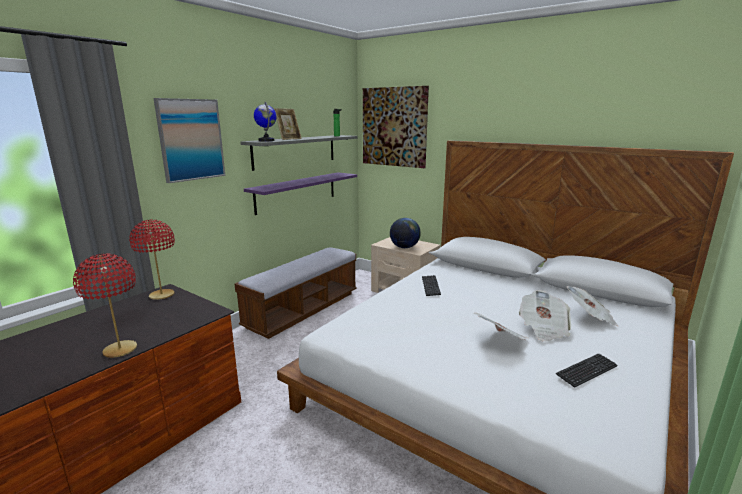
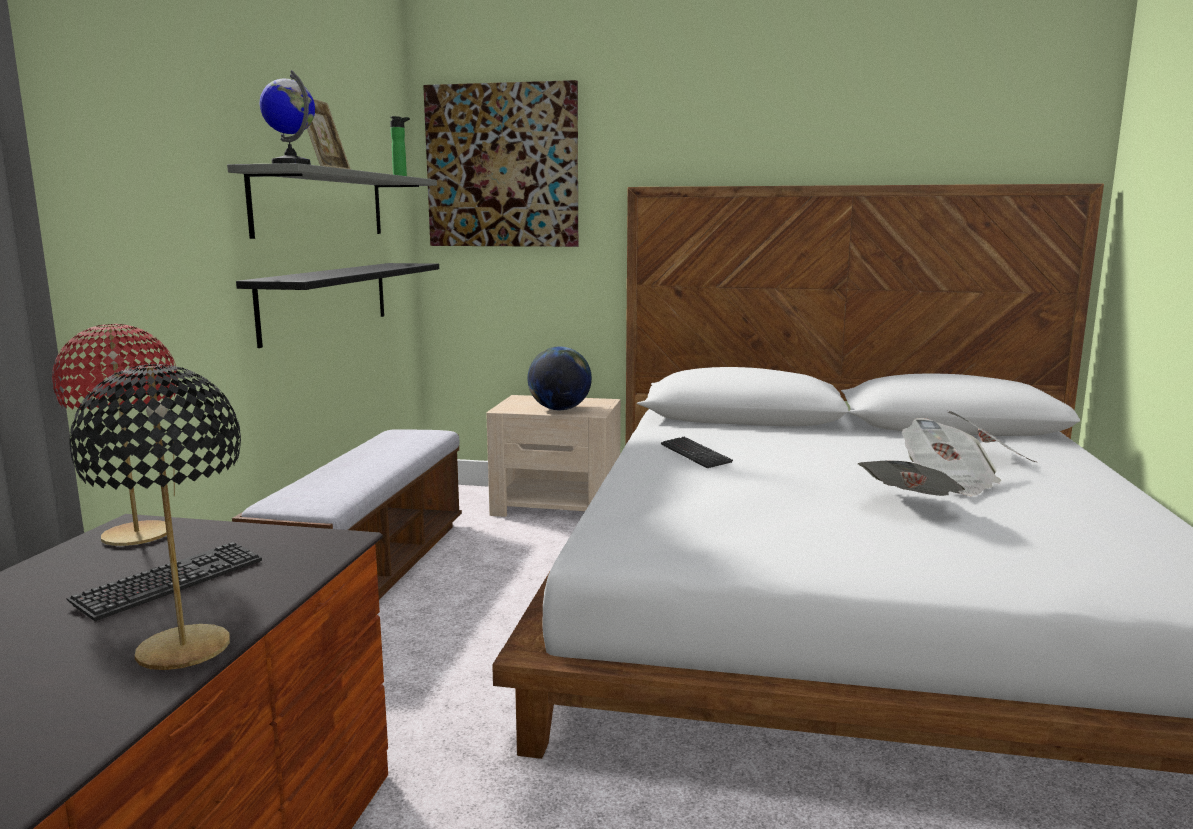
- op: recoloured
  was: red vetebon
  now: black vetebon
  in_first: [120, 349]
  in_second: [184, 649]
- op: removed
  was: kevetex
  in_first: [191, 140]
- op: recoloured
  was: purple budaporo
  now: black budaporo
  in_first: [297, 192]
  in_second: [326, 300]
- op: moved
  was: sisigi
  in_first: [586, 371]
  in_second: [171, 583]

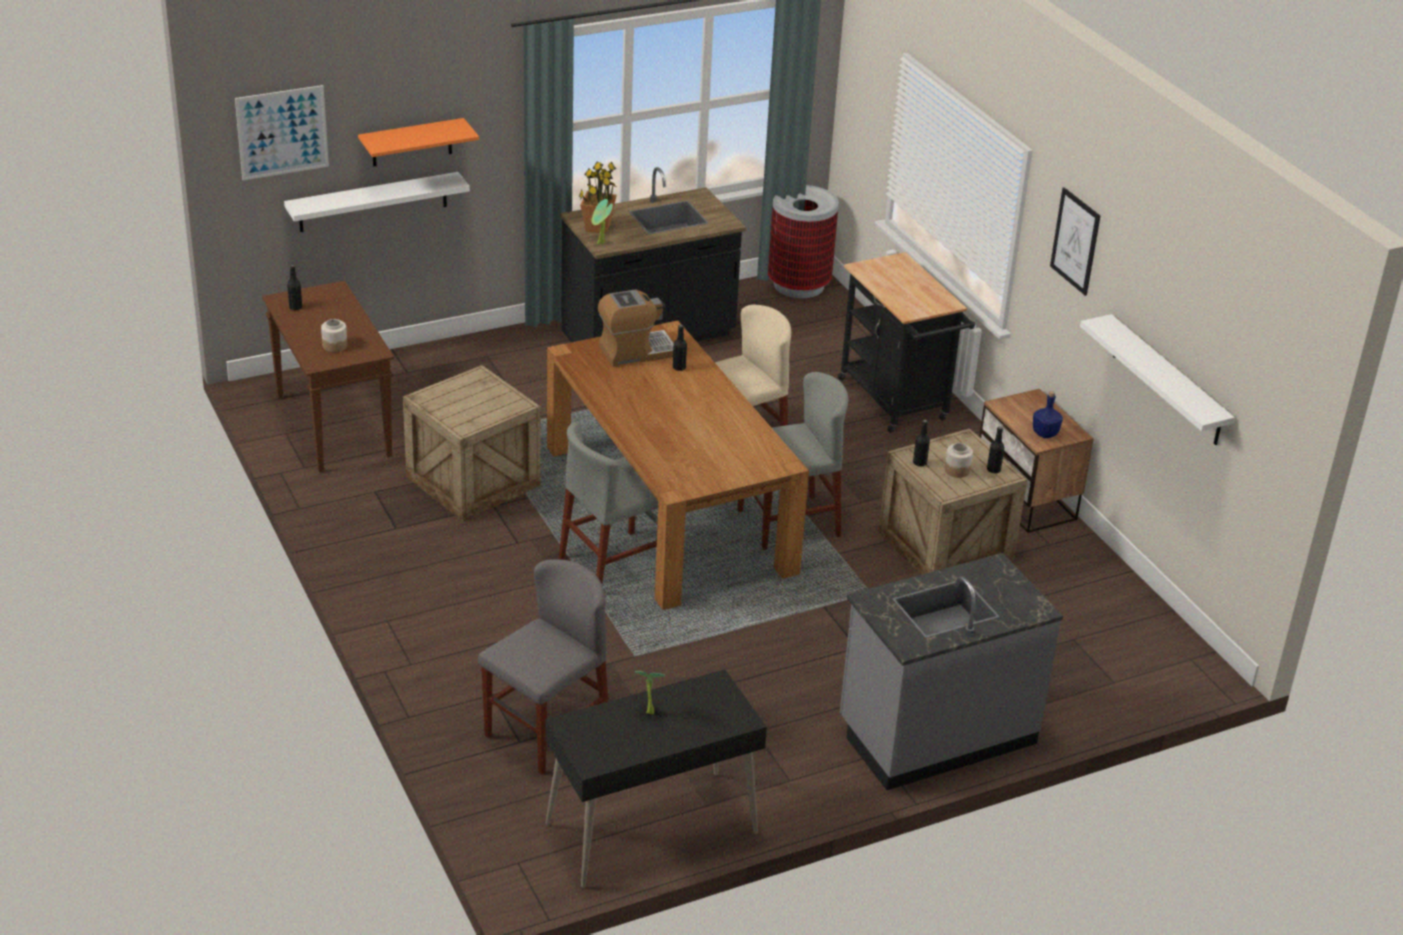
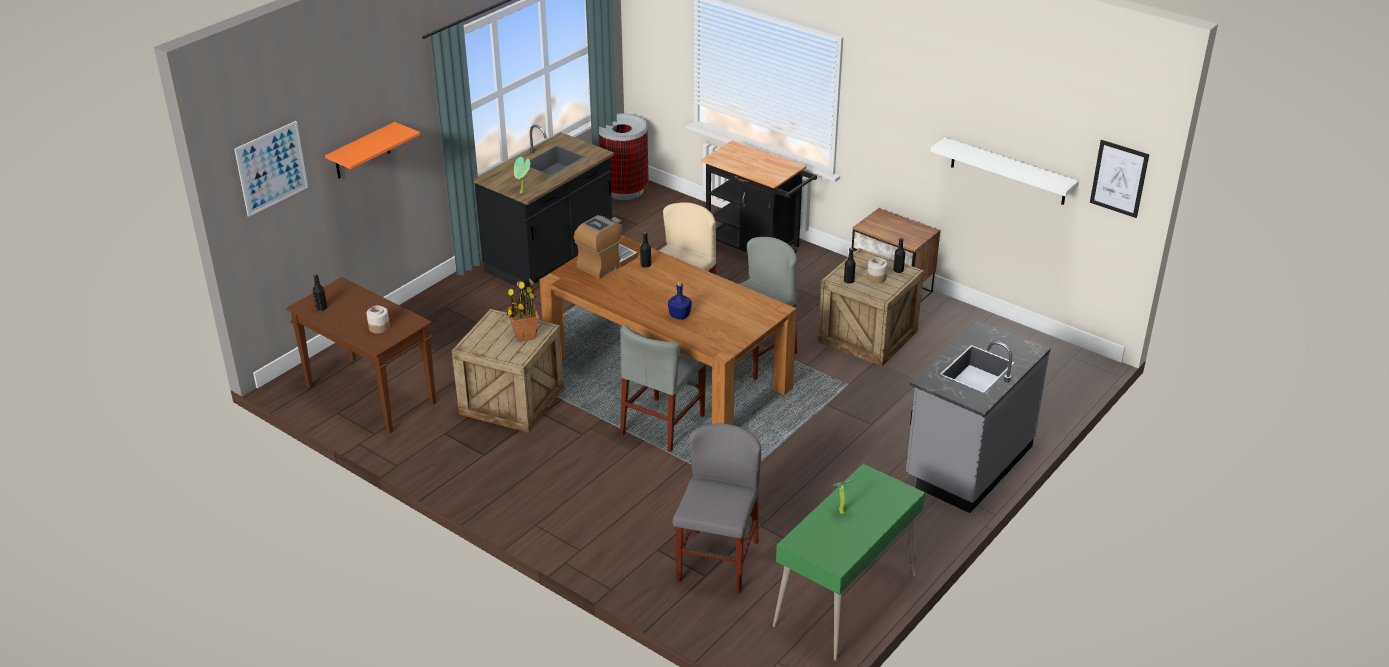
- op: removed
  was: white budaporo
  in_first: [373, 202]
- op: recoloured
  was: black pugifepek
  now: green pugifepek
  in_first: [652, 829]
  in_second: [846, 601]
- op: moved
  was: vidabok
  in_first: [597, 227]
  in_second: [524, 335]
- op: moved
  was: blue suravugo
  in_first: [1044, 433]
  in_second: [679, 315]
- op: moved
  was: kevetex
  in_first: [1075, 241]
  in_second: [1119, 178]

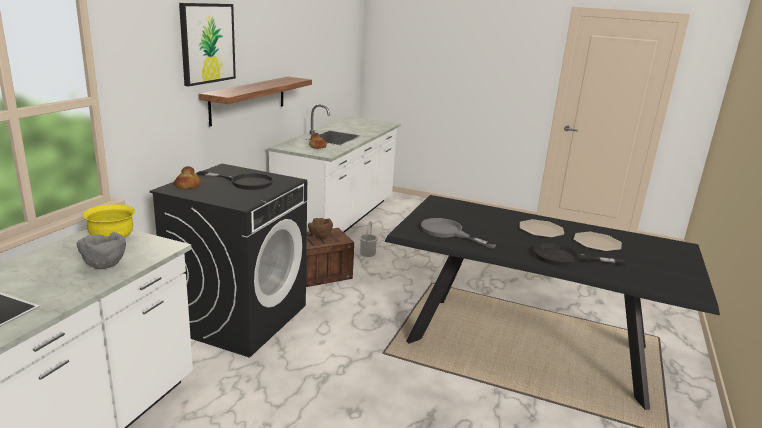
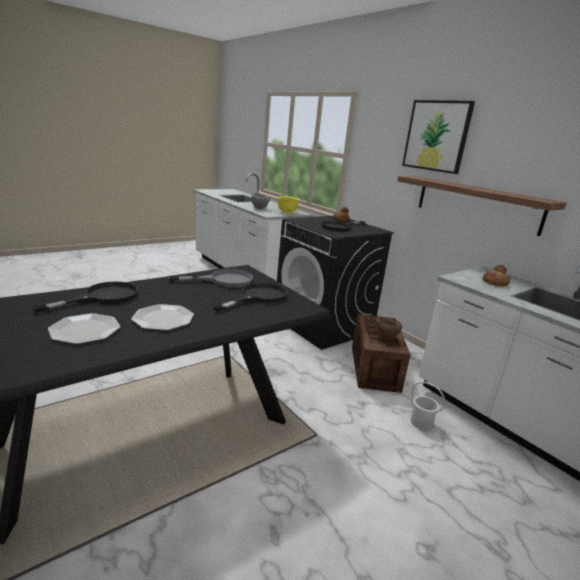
- op: added
  now: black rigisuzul
  in_second: [258, 297]

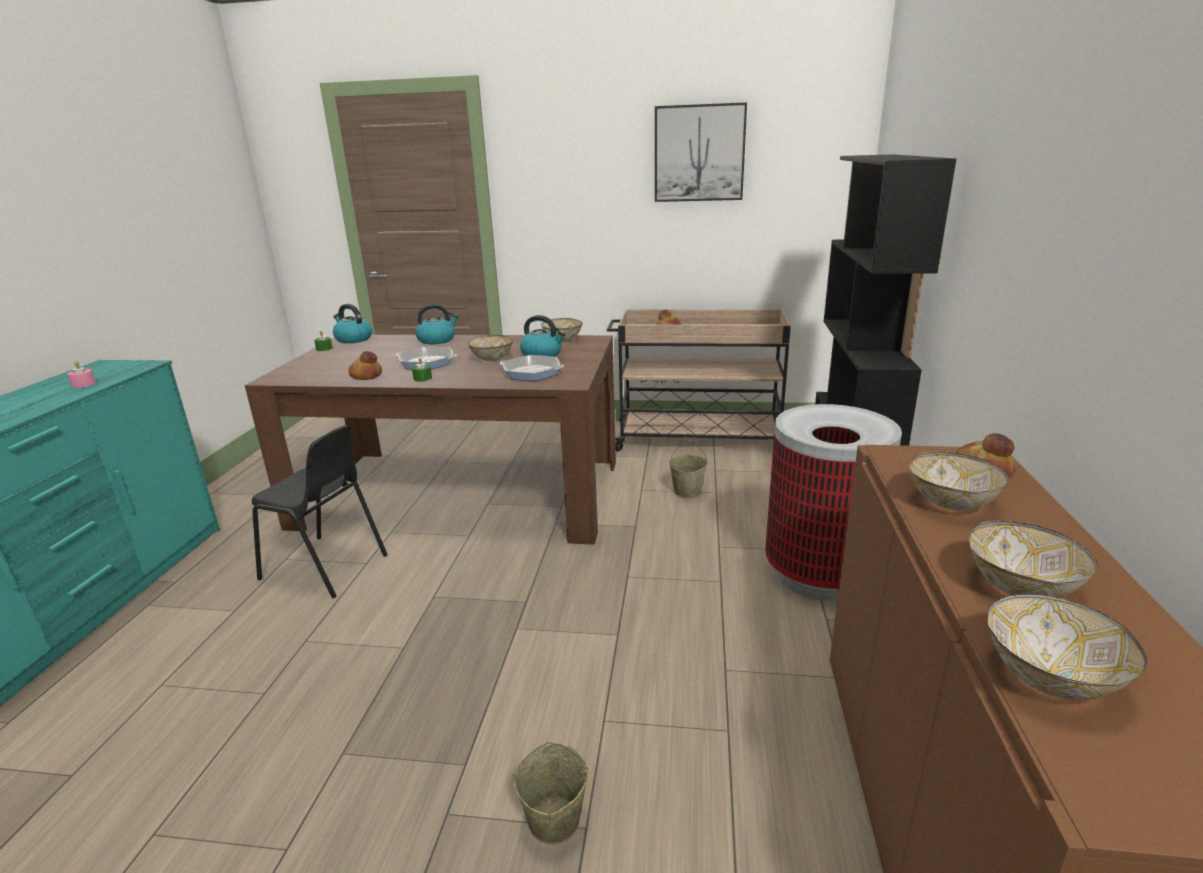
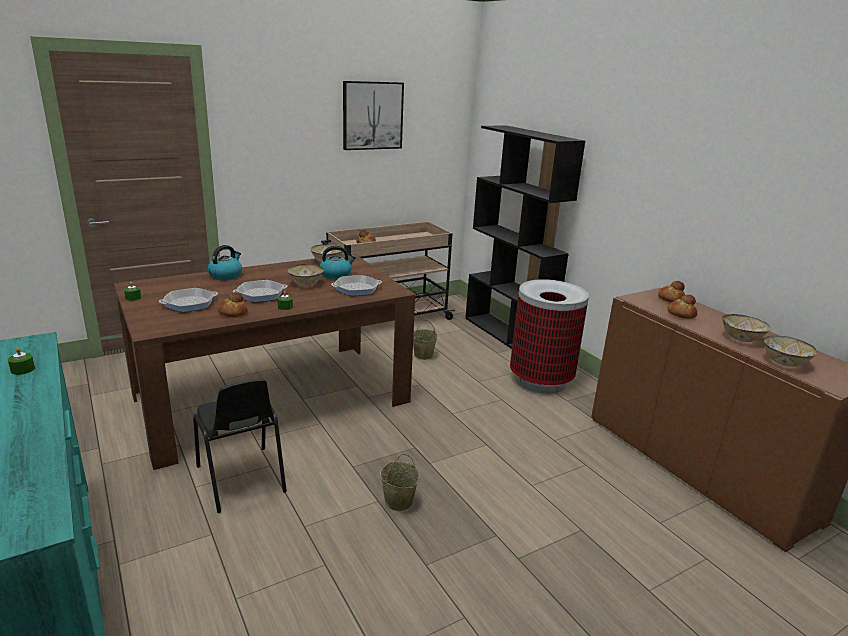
- op: recoloured
  was: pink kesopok
  now: green kesopok
  in_first: [83, 384]
  in_second: [23, 369]
- op: turned
  was: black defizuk
  in_first: [325, 567]
  in_second: [241, 480]
  clockwise: 75
- op: removed
  was: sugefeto
  in_first: [353, 339]
- op: moved
  was: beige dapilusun
  in_first: [554, 821]
  in_second: [399, 502]
- op: replaced
  was: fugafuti
  now: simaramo
  in_first: [951, 502]
  in_second: [681, 314]
- op: added
  now: rigisuzul
  in_second: [189, 304]

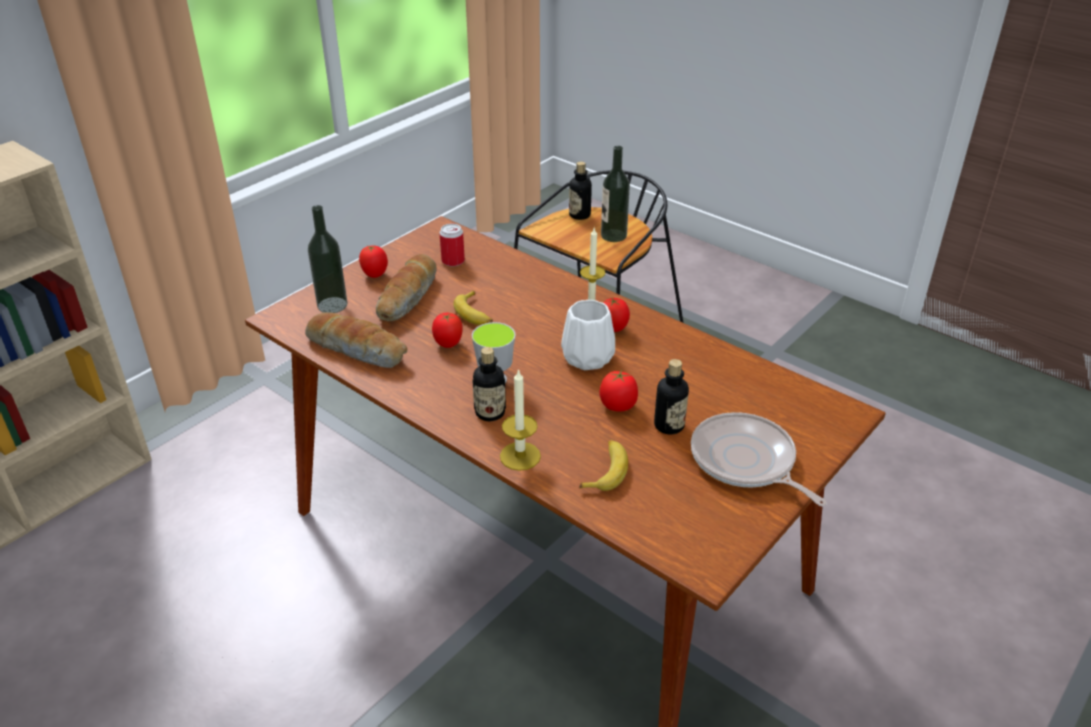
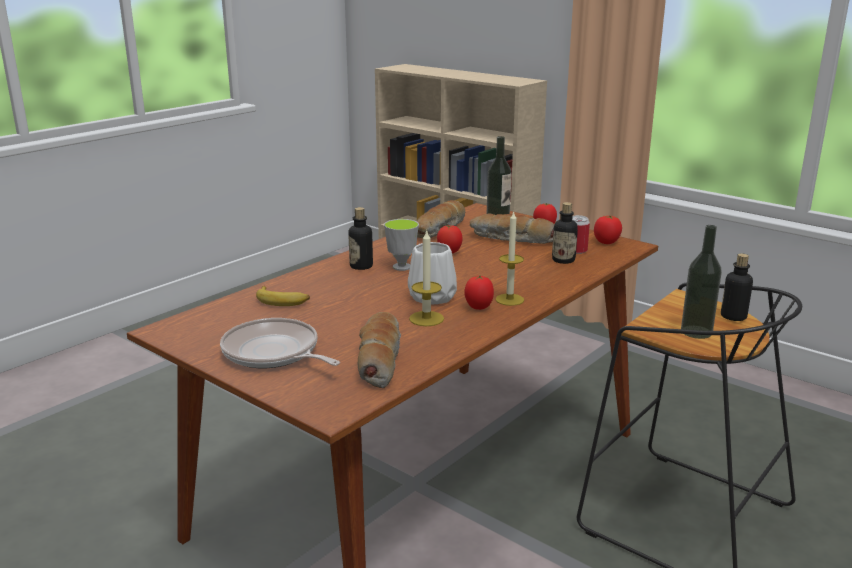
- op: removed
  was: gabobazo
  in_first: [475, 314]
- op: moved
  was: kesopok
  in_first: [520, 456]
  in_second: [426, 318]
- op: moved
  was: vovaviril
  in_first: [618, 405]
  in_second: [606, 242]
- op: moved
  was: suravugo
  in_first: [669, 425]
  in_second: [563, 260]
- op: turned
  was: rigisuzul
  in_first: [746, 462]
  in_second: [274, 353]
  clockwise: -105
- op: added
  now: simaramo
  in_second: [379, 359]

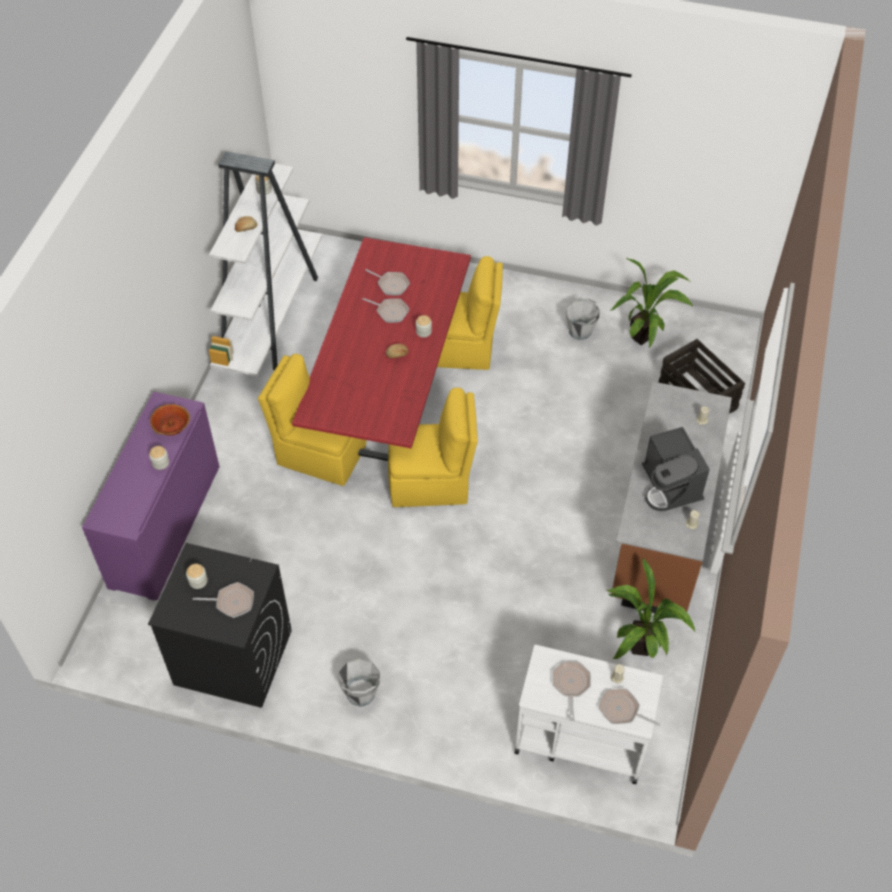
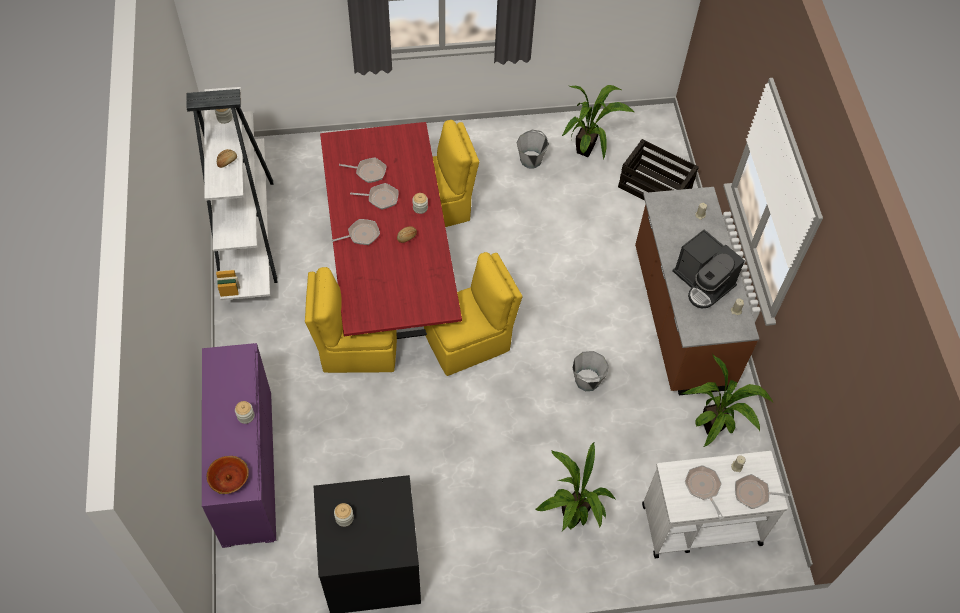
- op: moved
  was: fugafuti
  in_first: [171, 426]
  in_second: [229, 479]
- op: moved
  was: rigisuzul
  in_first: [232, 602]
  in_second: [361, 235]
- op: moved
  was: grey dapilusun
  in_first: [360, 693]
  in_second: [587, 380]
- op: added
  now: vidabok
  in_second: [571, 519]

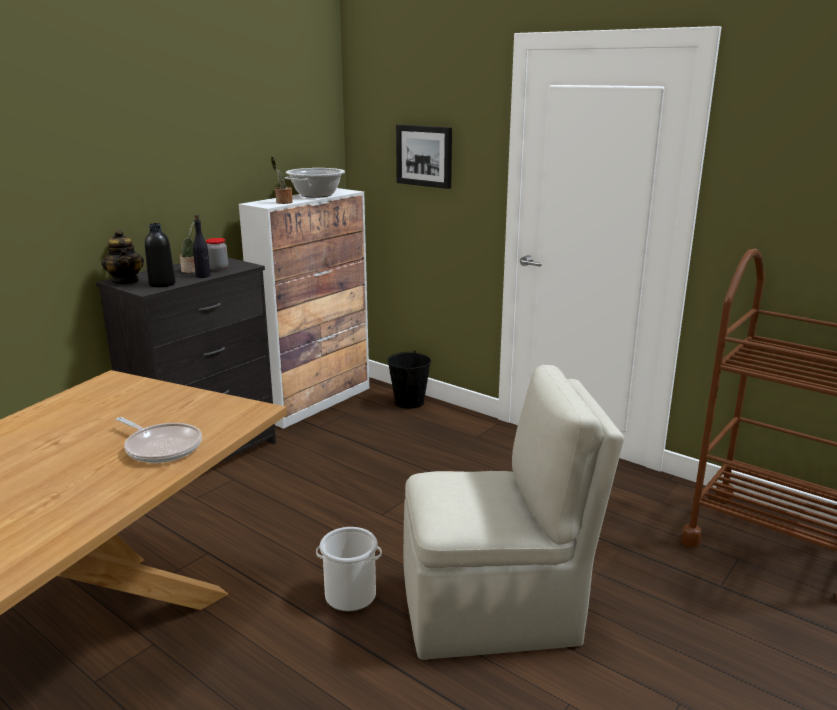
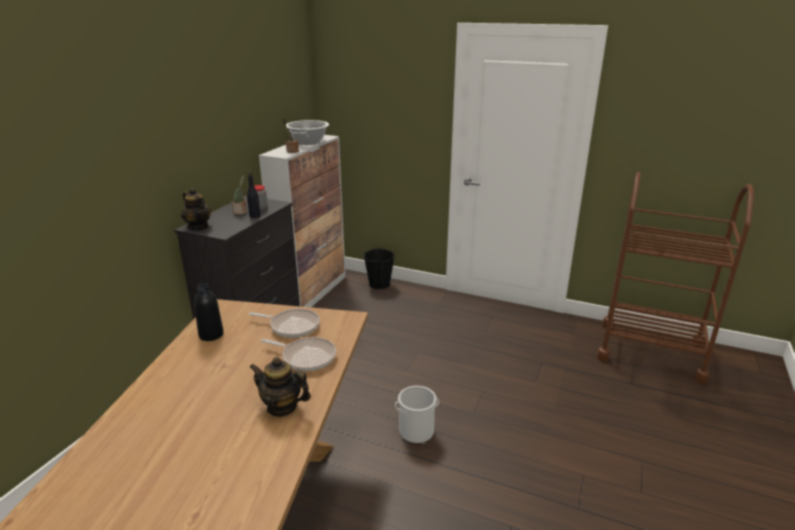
- op: moved
  was: black suravugo
  in_first: [162, 284]
  in_second: [211, 335]
- op: removed
  was: kevetex
  in_first: [424, 156]
- op: removed
  was: beige defizuk
  in_first: [494, 610]
- op: added
  now: rigisuzul
  in_second: [292, 326]
- op: added
  now: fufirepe
  in_second: [282, 407]

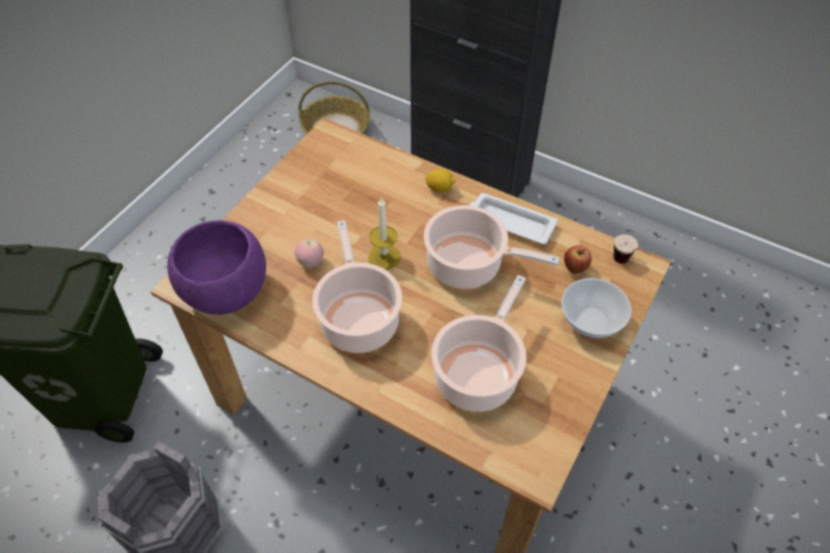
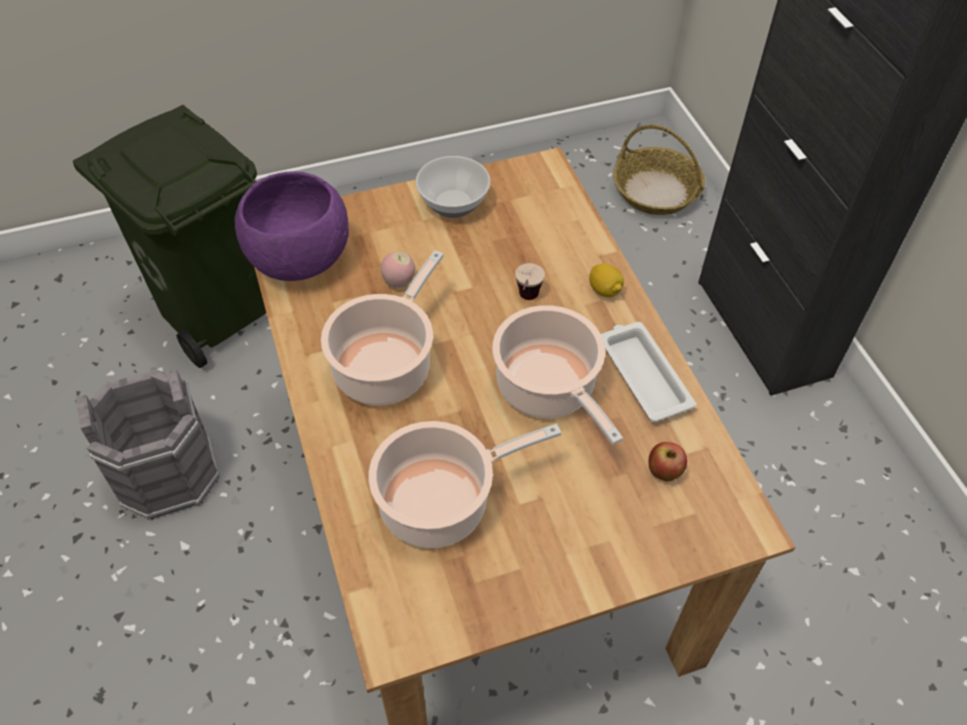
- op: removed
  was: kesopok
  in_first: [384, 257]
- op: moved
  was: fugafuti
  in_first: [592, 322]
  in_second: [454, 204]
- op: moved
  was: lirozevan
  in_first: [626, 264]
  in_second: [526, 302]

